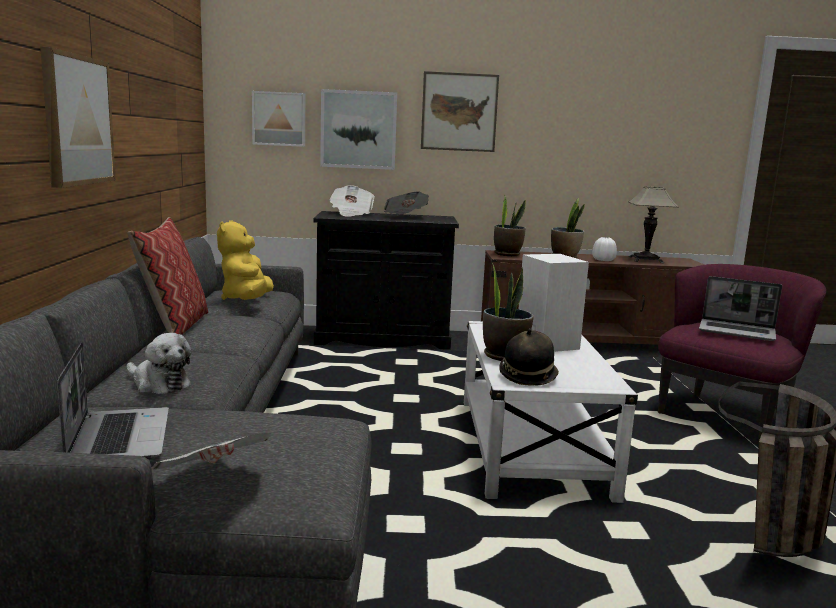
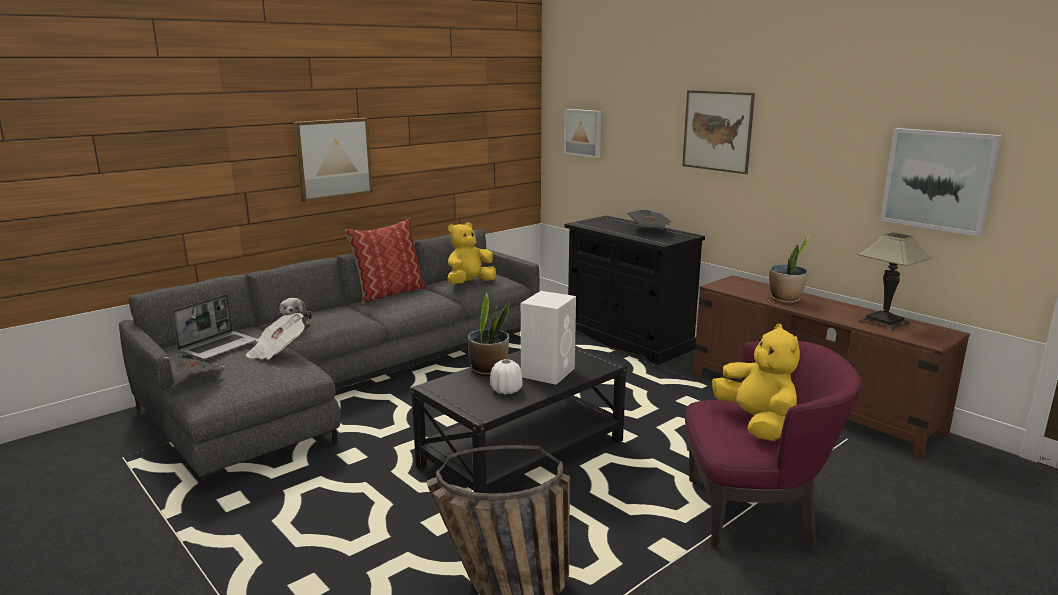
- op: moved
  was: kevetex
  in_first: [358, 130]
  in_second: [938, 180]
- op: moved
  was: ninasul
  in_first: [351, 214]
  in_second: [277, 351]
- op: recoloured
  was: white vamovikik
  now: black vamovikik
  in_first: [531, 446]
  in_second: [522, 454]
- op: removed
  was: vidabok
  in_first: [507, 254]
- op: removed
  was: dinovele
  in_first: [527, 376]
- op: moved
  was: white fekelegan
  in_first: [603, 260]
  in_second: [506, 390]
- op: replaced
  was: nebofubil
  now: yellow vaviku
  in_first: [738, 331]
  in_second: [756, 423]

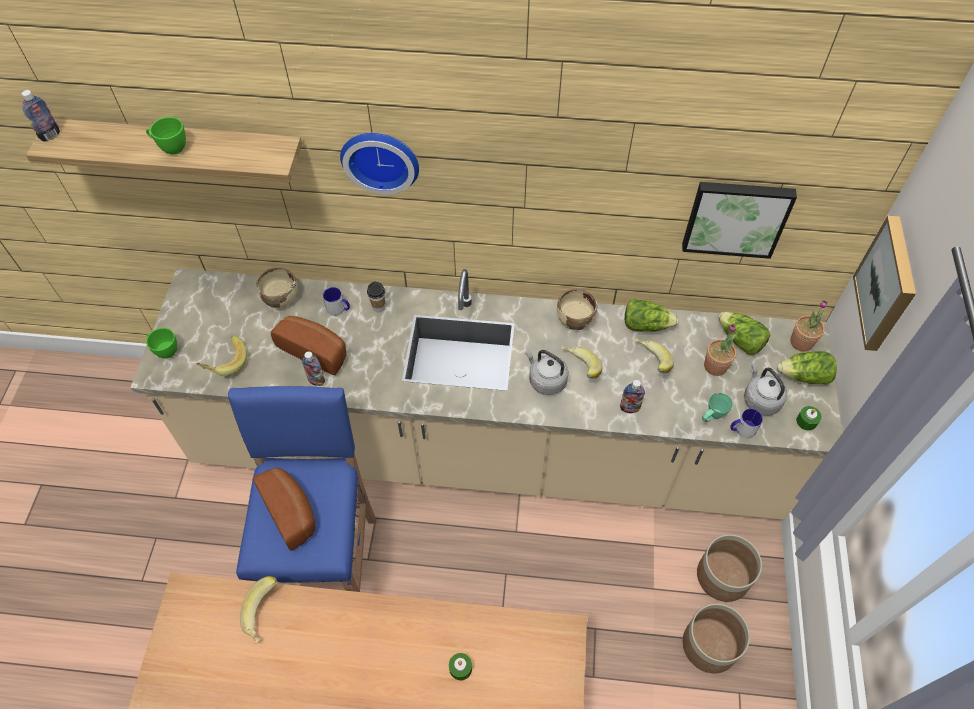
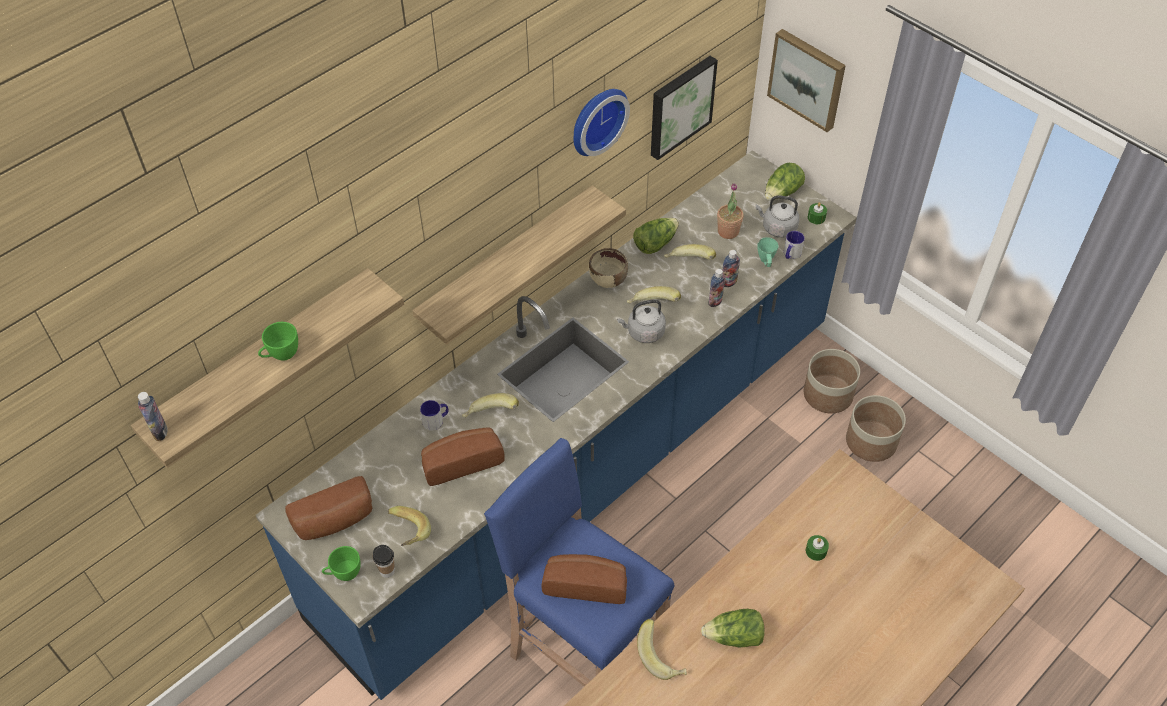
- op: recoloured
  was: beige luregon
  now: blue luregon
  in_first: [487, 449]
  in_second: [584, 467]
- op: removed
  was: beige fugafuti
  in_first: [280, 298]
- op: moved
  was: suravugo
  in_first: [316, 380]
  in_second: [728, 283]
- op: moved
  was: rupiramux
  in_first: [381, 158]
  in_second: [596, 119]
- op: moved
  was: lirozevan
  in_first: [378, 307]
  in_second: [387, 571]
- op: moved
  was: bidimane
  in_first: [740, 340]
  in_second: [734, 637]
- op: removed
  was: vidabok
  in_first: [801, 342]
- op: added
  now: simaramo
  in_second: [335, 521]
- op: added
  now: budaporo
  in_second: [507, 264]
- op: added
  now: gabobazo
  in_second: [491, 416]

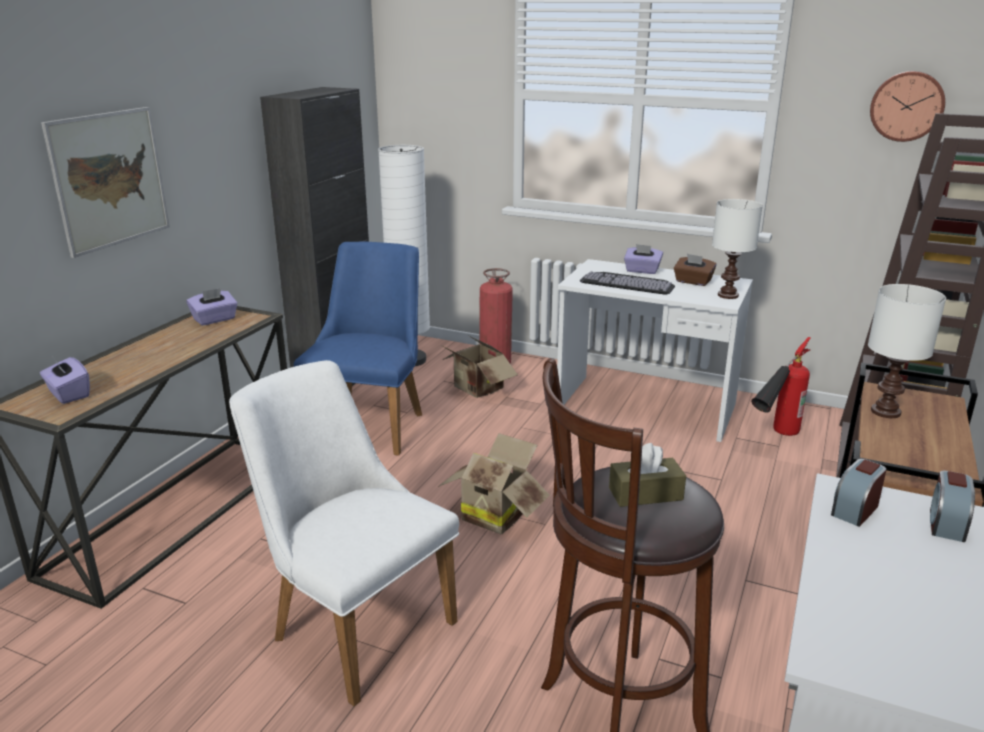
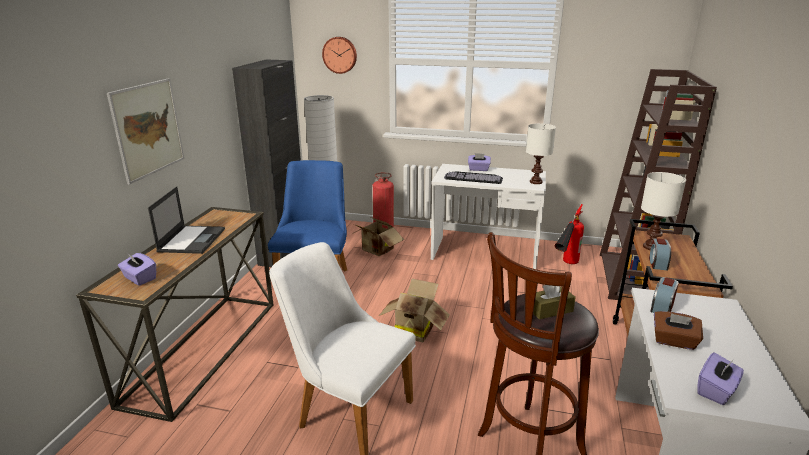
- op: moved
  was: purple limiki
  in_first: [215, 319]
  in_second: [716, 390]
- op: moved
  was: brown limiki
  in_first: [693, 282]
  in_second: [674, 341]
- op: moved
  was: rupiramux
  in_first: [906, 106]
  in_second: [340, 55]
- op: moved
  was: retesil
  in_first: [946, 524]
  in_second: [657, 263]
- op: added
  now: nebofubil
  in_second: [192, 239]

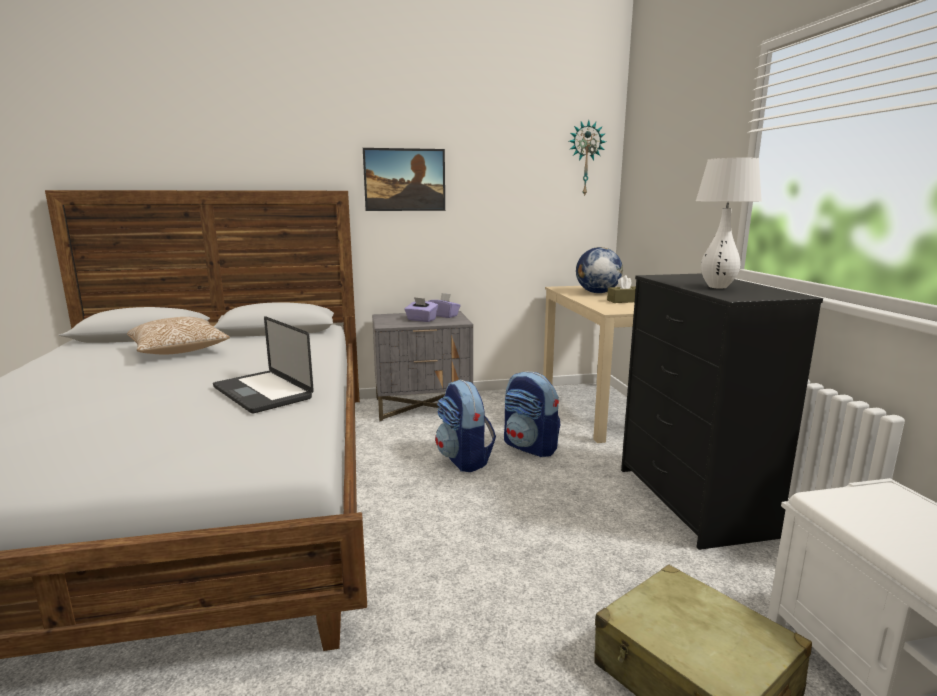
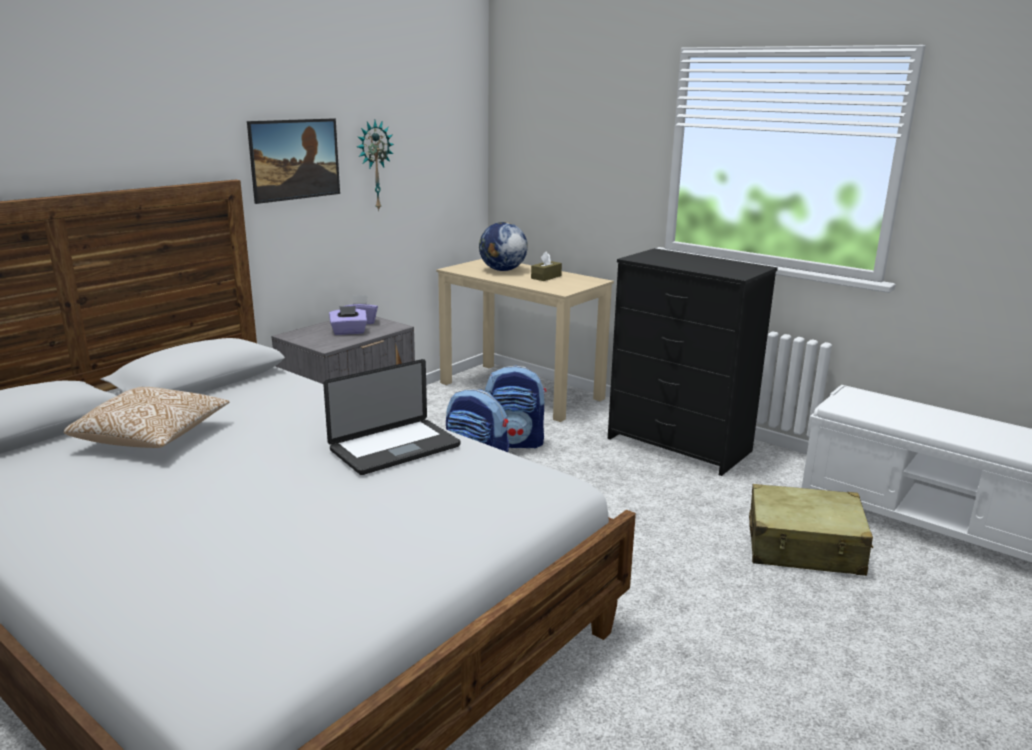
- op: turned
  was: nebofubil
  in_first: [262, 393]
  in_second: [395, 448]
  clockwise: -45
- op: moved
  was: rupiramux
  in_first: [585, 158]
  in_second: [374, 165]
- op: removed
  was: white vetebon
  in_first: [717, 287]

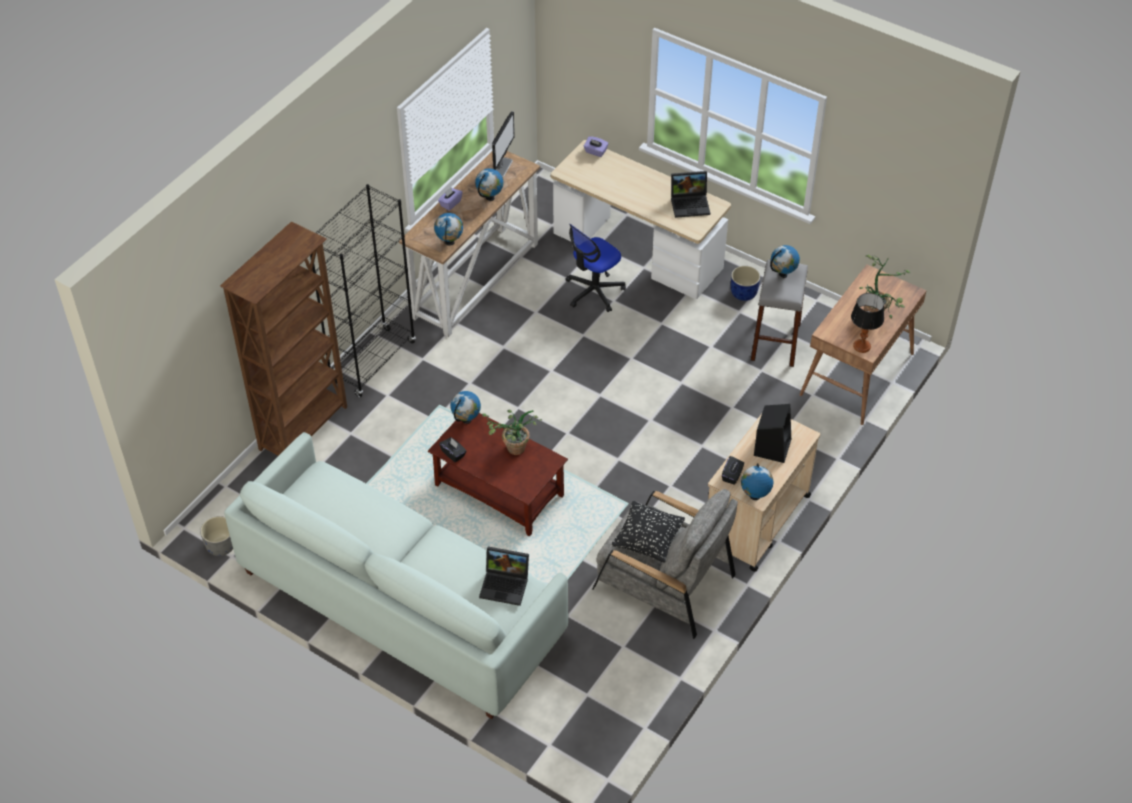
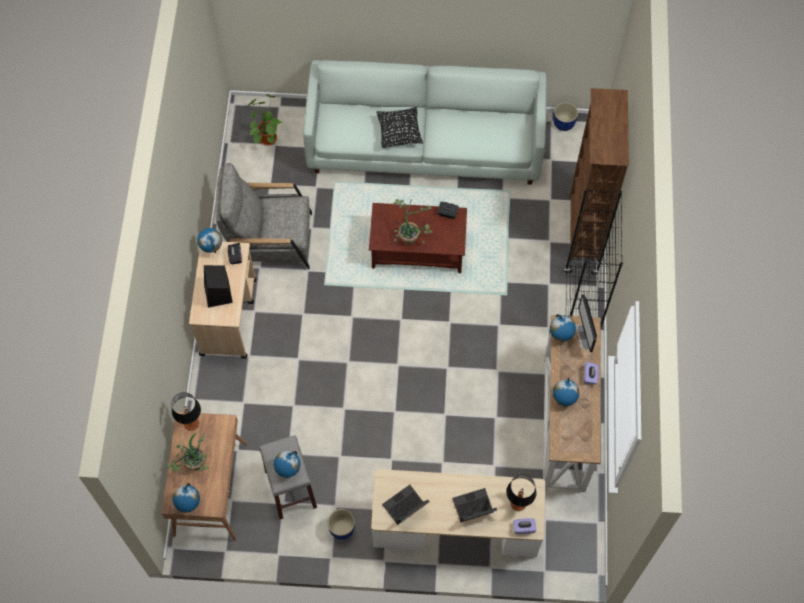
- op: recoloured
  was: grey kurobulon
  now: blue kurobulon
  in_first: [220, 546]
  in_second: [564, 123]
- op: moved
  was: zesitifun
  in_first: [466, 420]
  in_second: [189, 504]
- op: moved
  was: nebofubil
  in_first: [506, 585]
  in_second: [473, 509]
- op: moved
  was: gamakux
  in_first: [503, 167]
  in_second: [584, 336]
- op: removed
  was: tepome
  in_first: [594, 291]
- op: moved
  was: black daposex
  in_first: [647, 541]
  in_second: [399, 134]
- op: added
  now: vidabok
  in_second: [266, 137]
- op: added
  now: vetebon
  in_second: [518, 503]

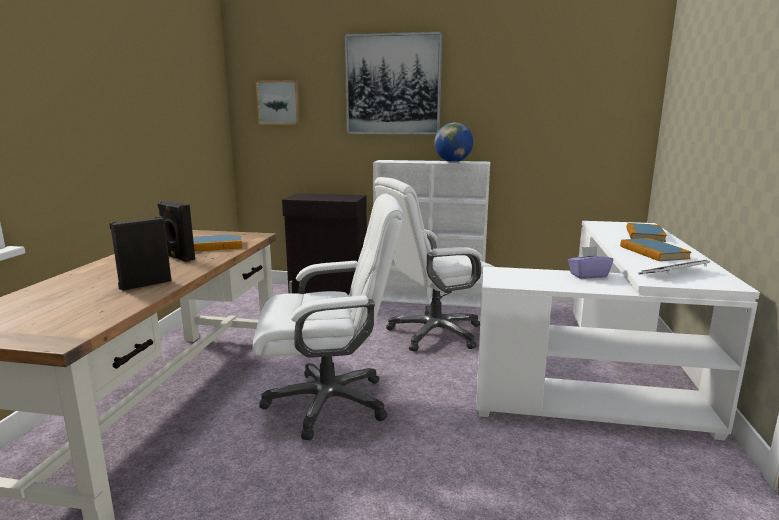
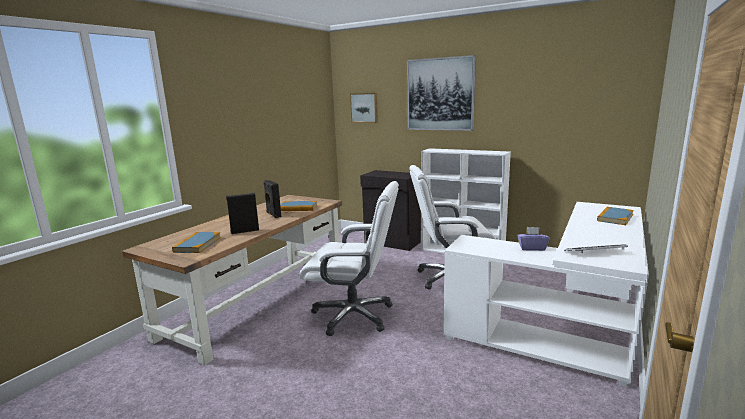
- op: removed
  was: zesitifun
  in_first: [453, 162]
- op: moved
  was: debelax
  in_first: [653, 252]
  in_second: [197, 244]

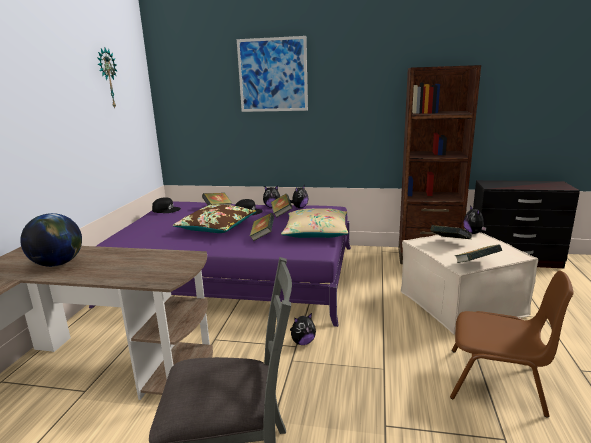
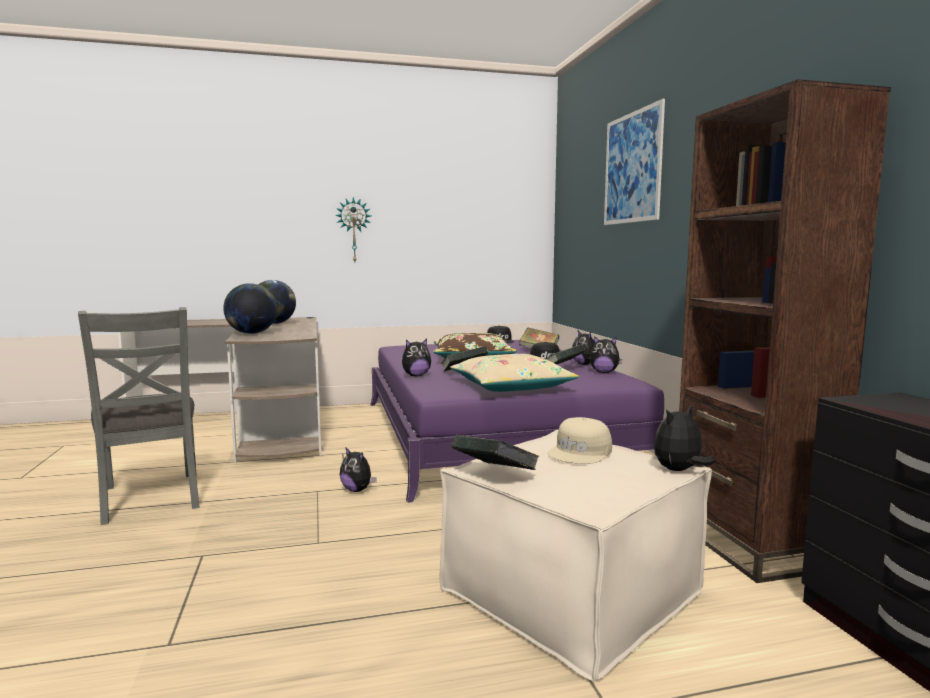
- op: moved
  was: rupiramux
  in_first: [107, 78]
  in_second: [353, 230]
- op: replaced
  was: debelax
  now: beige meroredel
  in_first: [450, 242]
  in_second: [581, 452]
- op: removed
  was: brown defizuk
  in_first: [497, 382]
- op: added
  now: zesitifun
  in_second: [251, 333]
- op: added
  now: vaviku
  in_second: [416, 376]

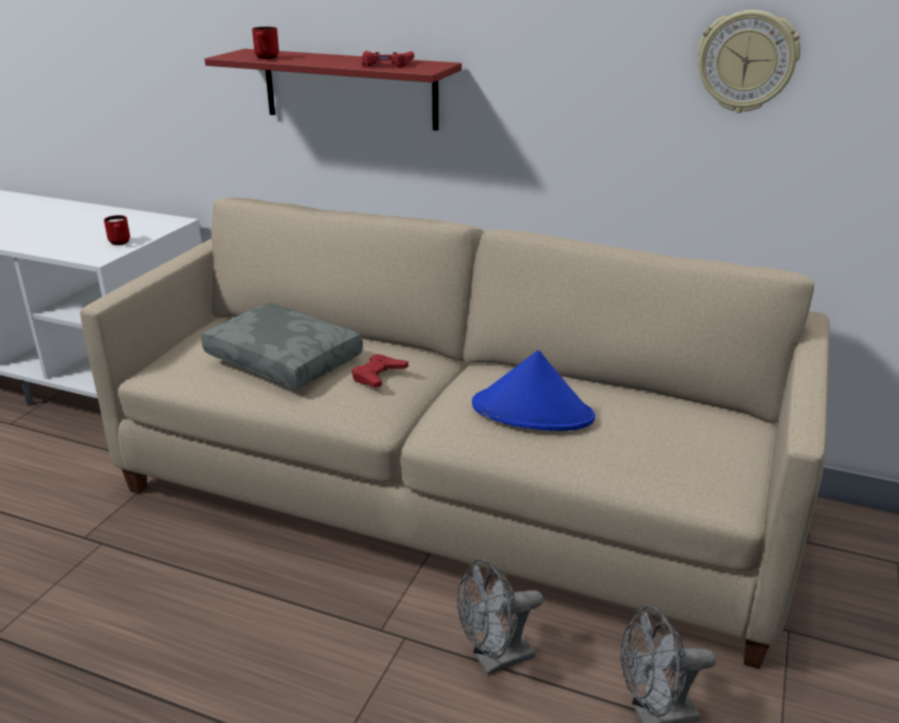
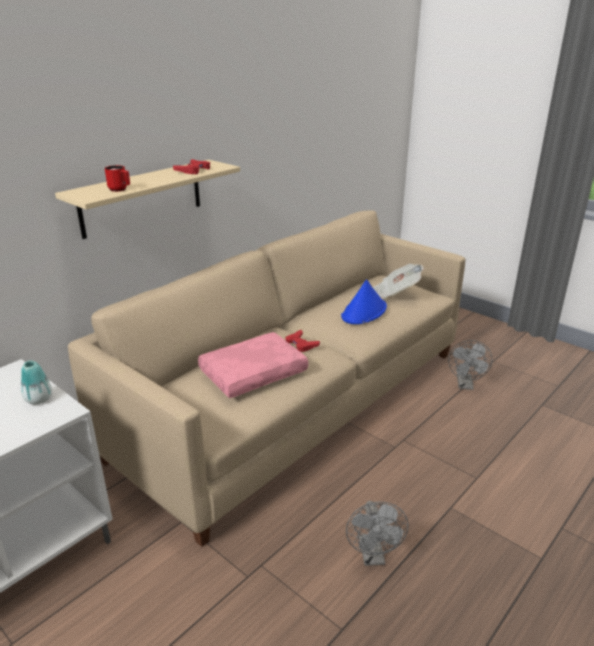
- op: replaced
  was: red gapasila
  now: fekelegan
  in_first: [120, 243]
  in_second: [39, 399]
- op: recoloured
  was: grey daposex
  now: pink daposex
  in_first: [286, 359]
  in_second: [253, 373]
- op: recoloured
  was: red budaporo
  now: beige budaporo
  in_first: [349, 89]
  in_second: [142, 198]
- op: moved
  was: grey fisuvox
  in_first: [495, 660]
  in_second: [373, 556]
- op: removed
  was: rupiramux
  in_first: [746, 61]
- op: added
  now: ninasul
  in_second: [395, 293]

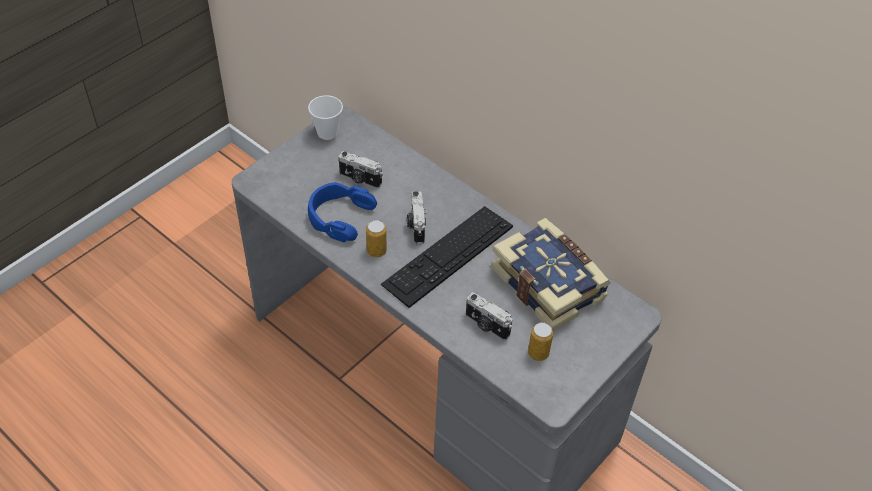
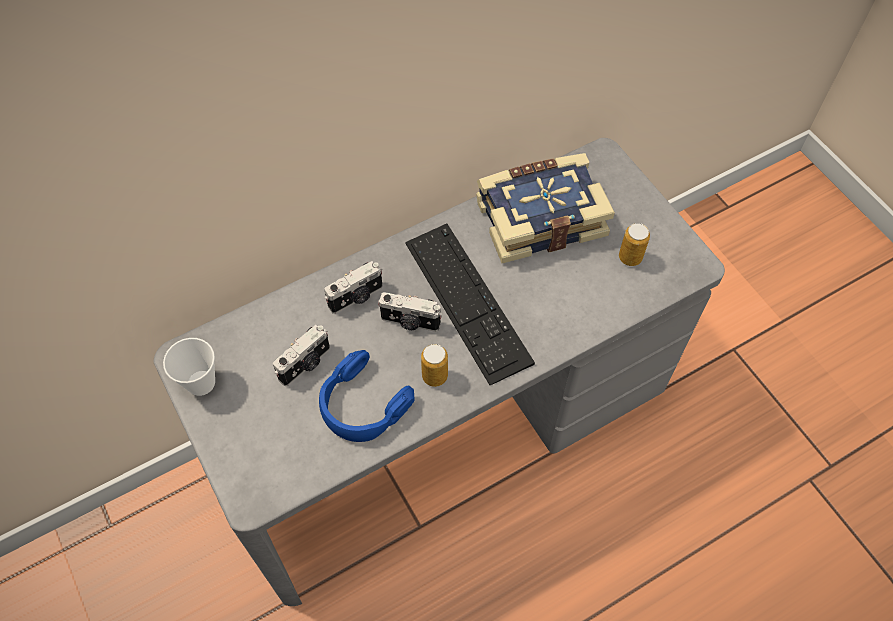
- op: moved
  was: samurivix
  in_first: [486, 326]
  in_second: [356, 297]

